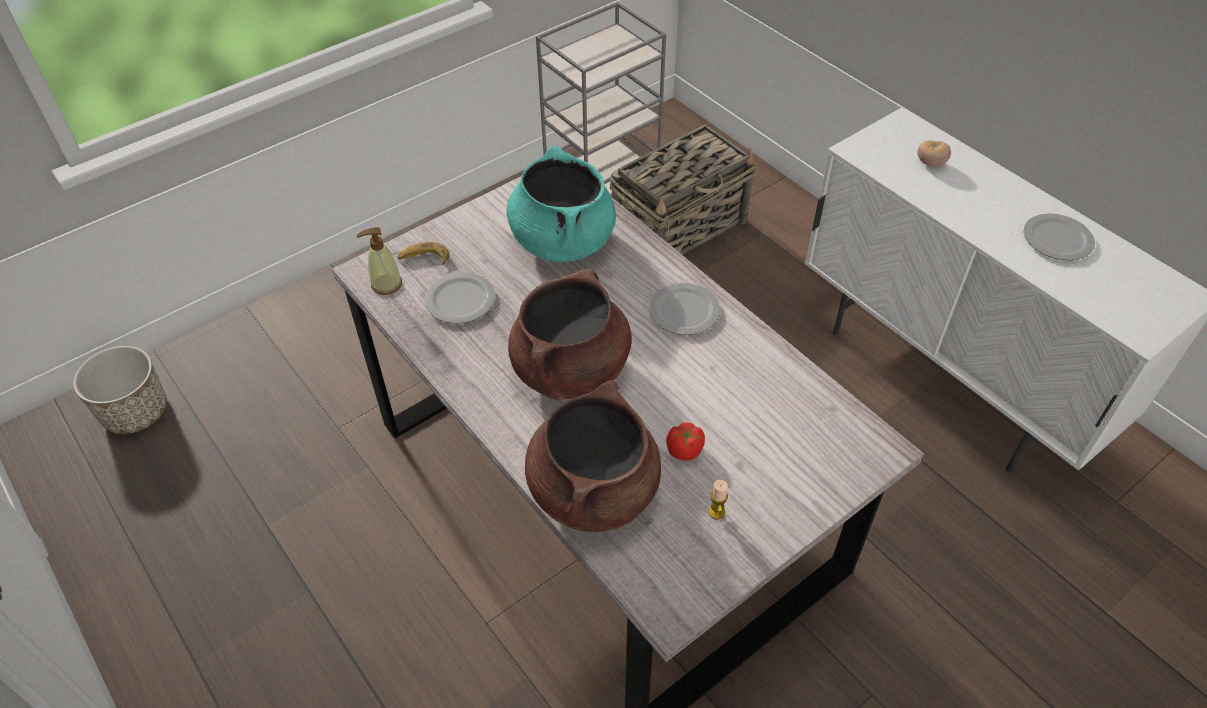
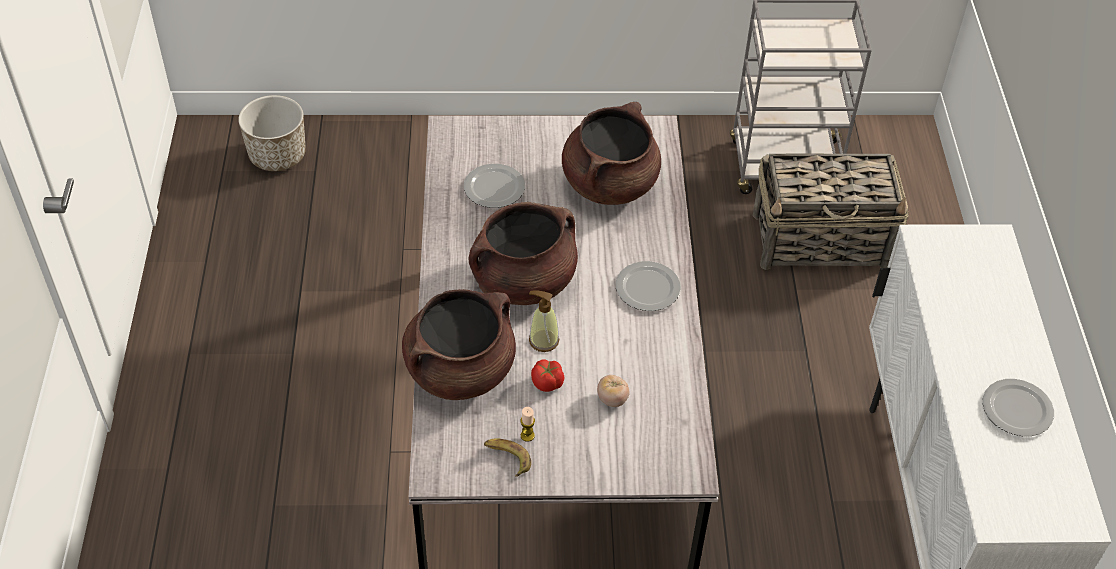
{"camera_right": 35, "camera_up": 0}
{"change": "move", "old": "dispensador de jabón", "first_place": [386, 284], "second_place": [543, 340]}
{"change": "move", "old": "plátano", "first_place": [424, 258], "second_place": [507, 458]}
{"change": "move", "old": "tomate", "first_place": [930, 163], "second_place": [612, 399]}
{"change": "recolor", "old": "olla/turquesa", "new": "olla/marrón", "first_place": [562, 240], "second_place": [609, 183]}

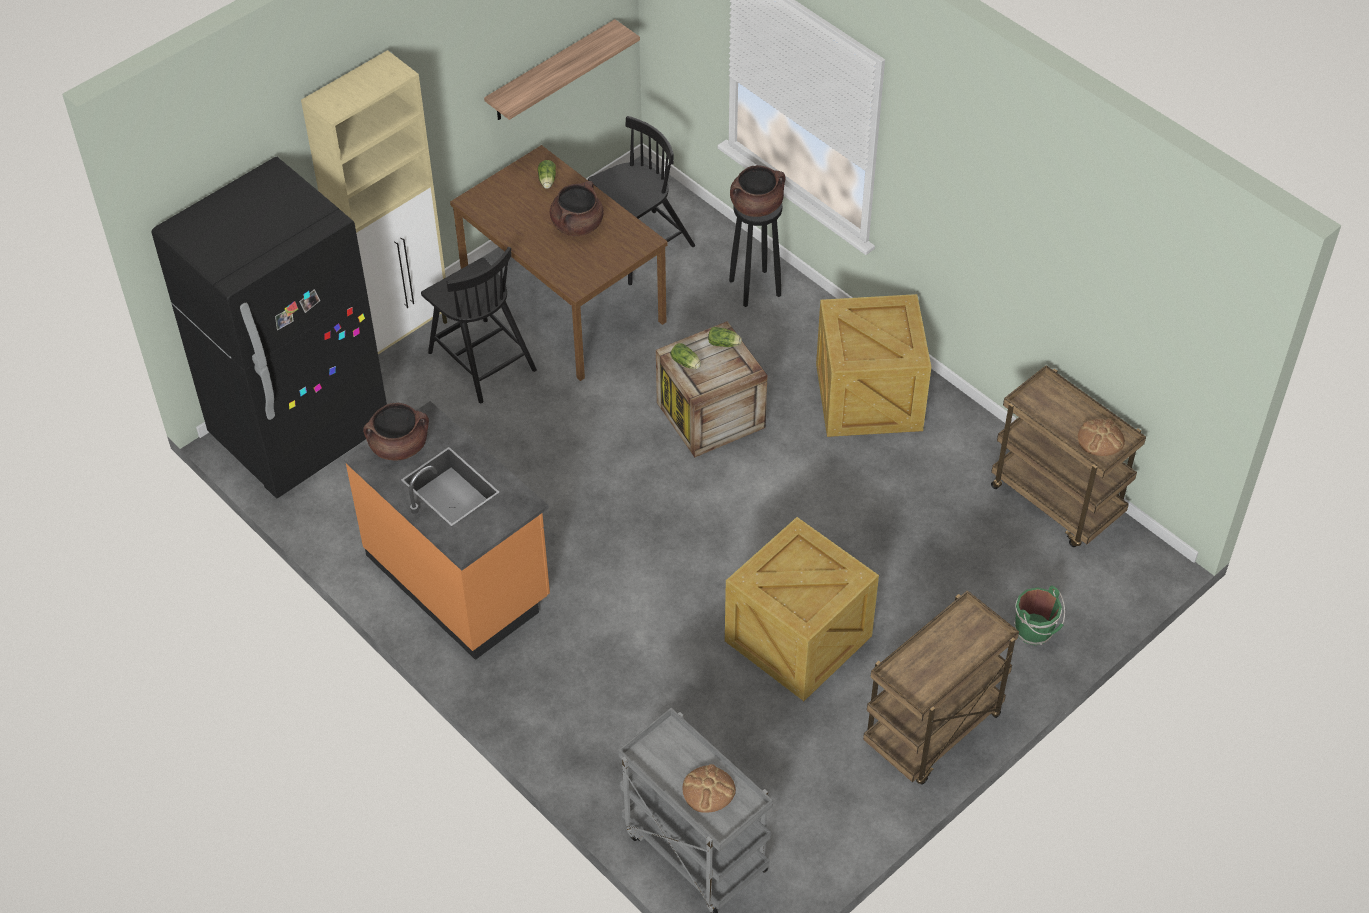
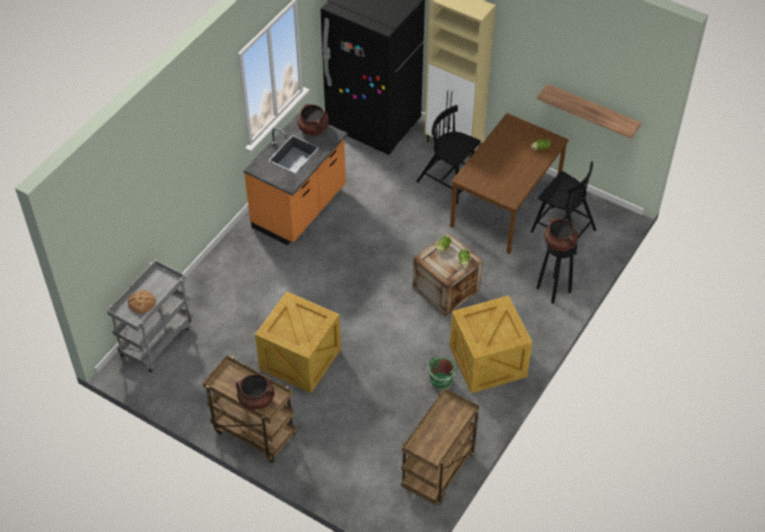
{"camera_right": 75, "camera_up": 0}
{"change": "delete", "old": "pan", "first_place": [1100, 439]}
{"change": "move", "old": "olla/marrón", "first_place": [577, 225], "second_place": [256, 399]}
{"change": "move", "old": "cubo/verde", "first_place": [1035, 631], "second_place": [440, 382]}
{"change": "rotate", "old": "silla/negro", "first_place": [481, 360], "second_place": [449, 181], "degrees": 90}

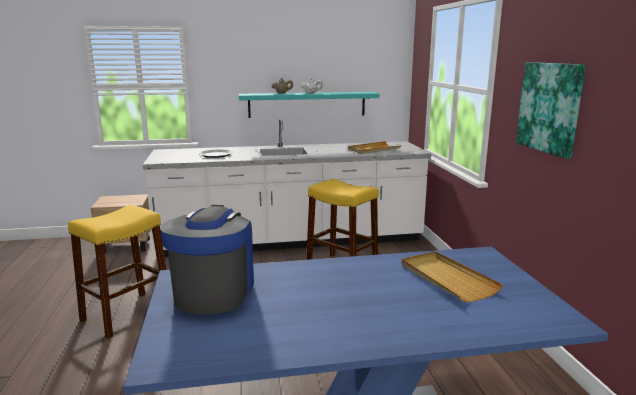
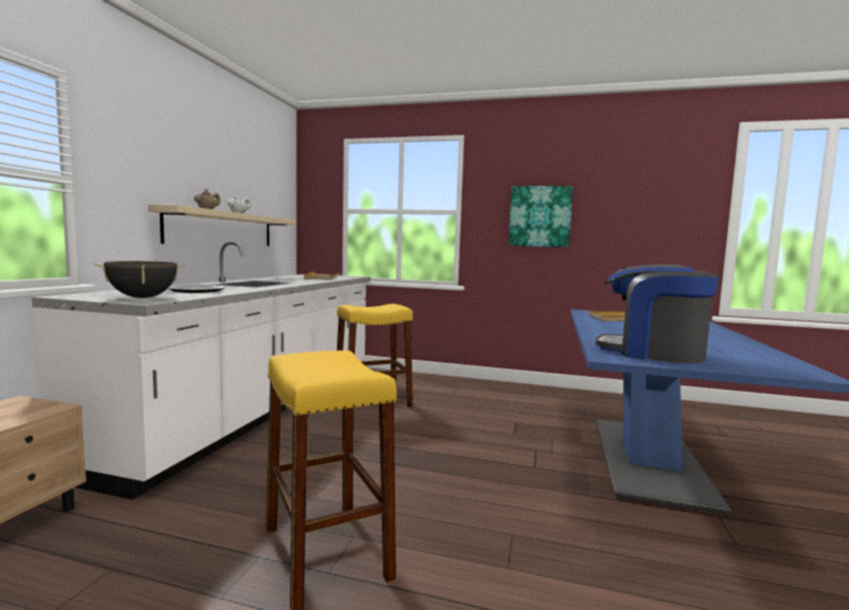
{"camera_right": -65, "camera_up": -10}
{"change": "insert", "new": "olla/negro", "second_place": [143, 297]}
{"change": "recolor", "old": "estante/turquesa", "new": "estante/beis", "first_place": [307, 104], "second_place": [222, 229]}

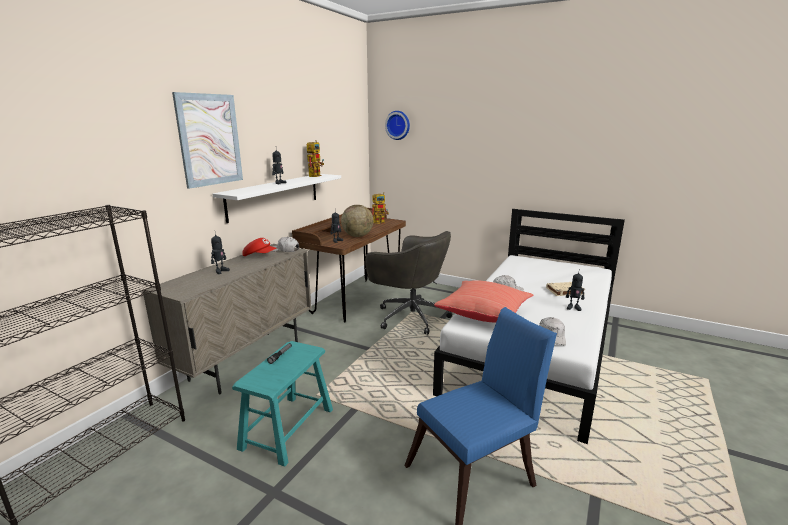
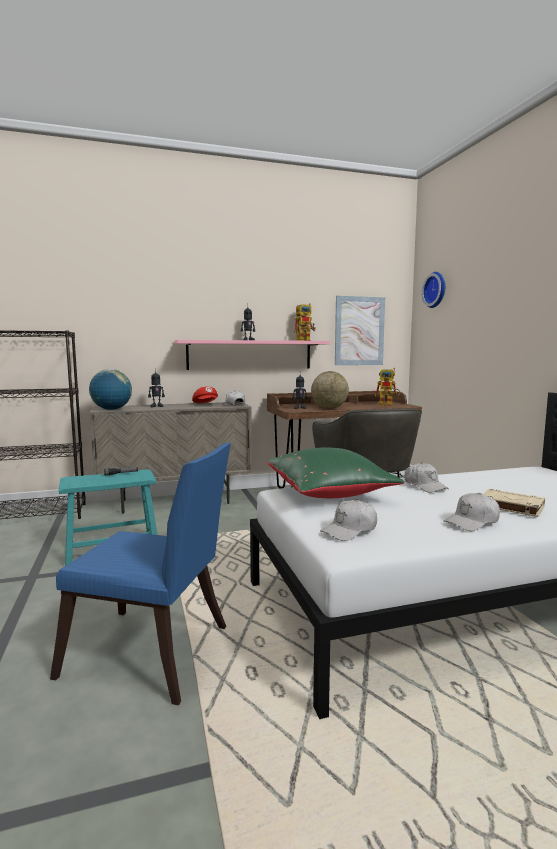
{"camera_right": 45, "camera_up": -10}
{"change": "insert", "new": "globo terráqueo", "second_place": [111, 409]}
{"change": "move", "old": "cuadro", "first_place": [210, 140], "second_place": [359, 331]}
{"change": "replace", "old": "robot de juguete", "new": "gorra/blanco", "first_place": [573, 308], "second_place": [472, 522]}
{"change": "recolor", "old": "estante/blanco", "new": "estante/rosa", "first_place": [274, 196], "second_place": [250, 355]}
{"change": "recolor", "old": "cojín/rojo", "new": "cojín/verde", "first_place": [484, 314], "second_place": [330, 494]}

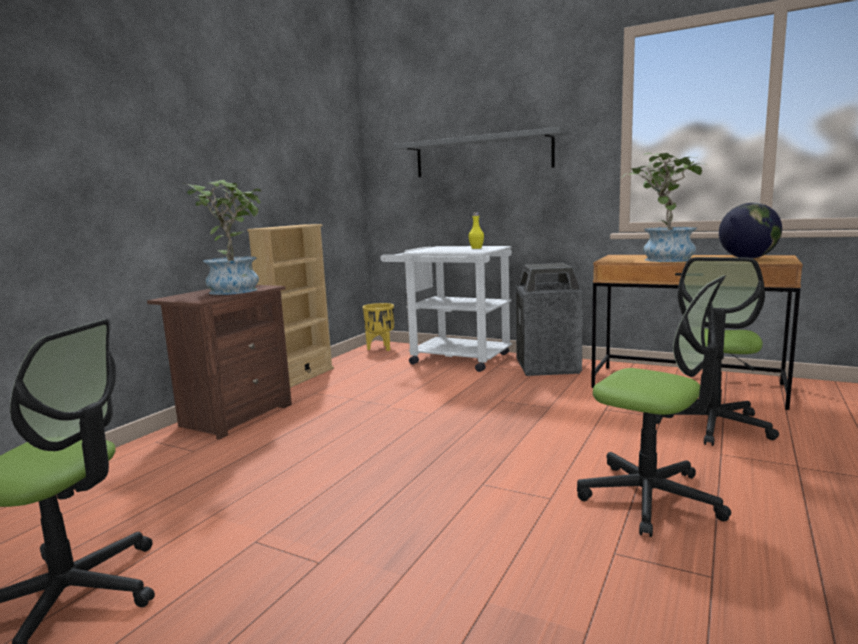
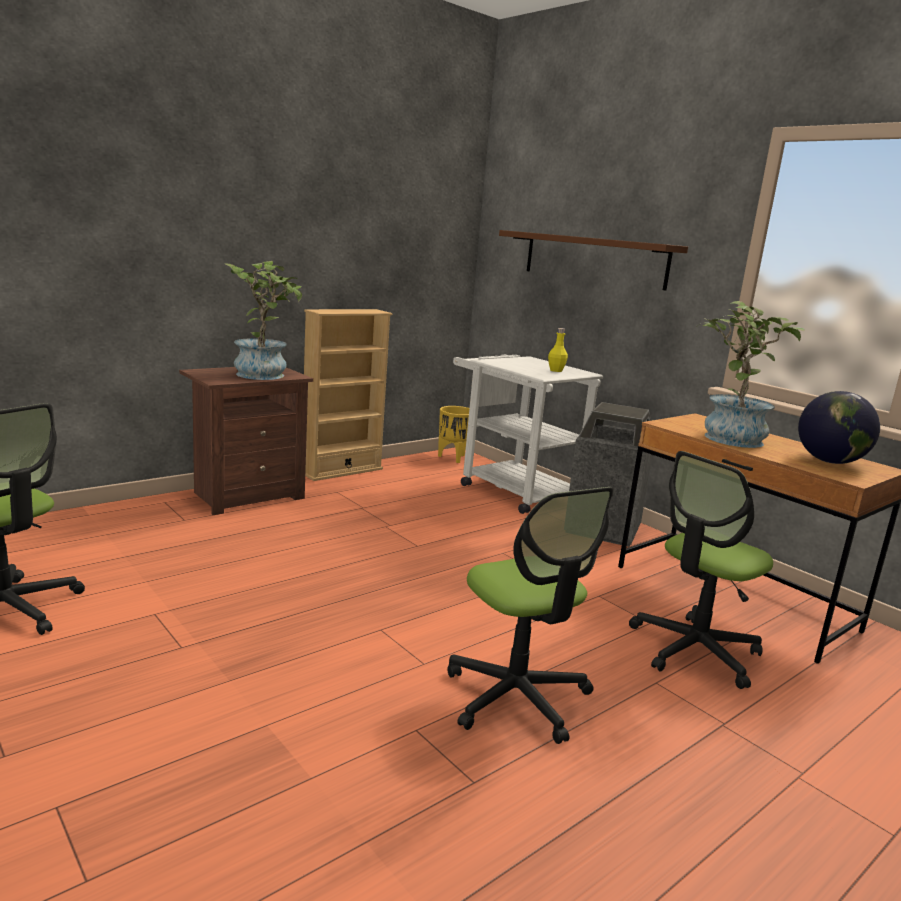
{"camera_right": 20, "camera_up": 5}
{"change": "recolor", "old": "estante/gris", "new": "estante/marrón", "first_place": [482, 155], "second_place": [593, 259]}

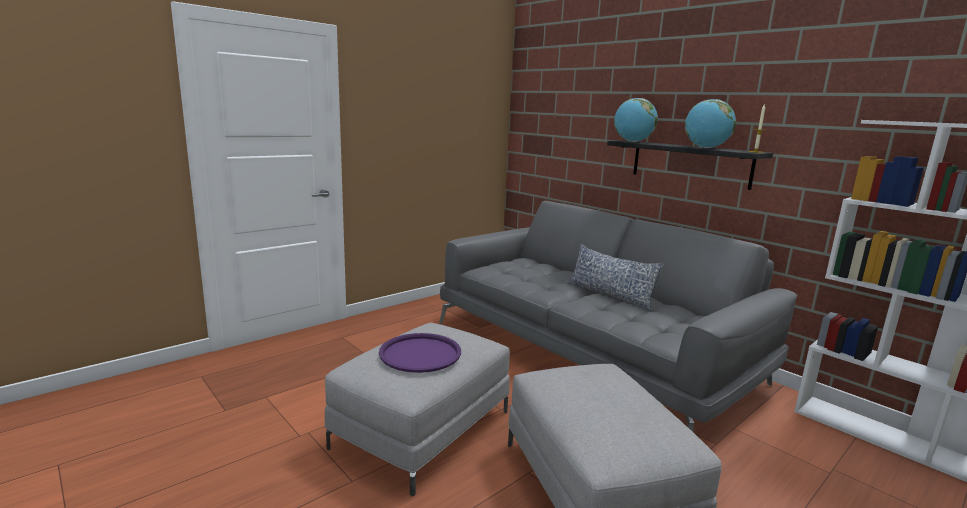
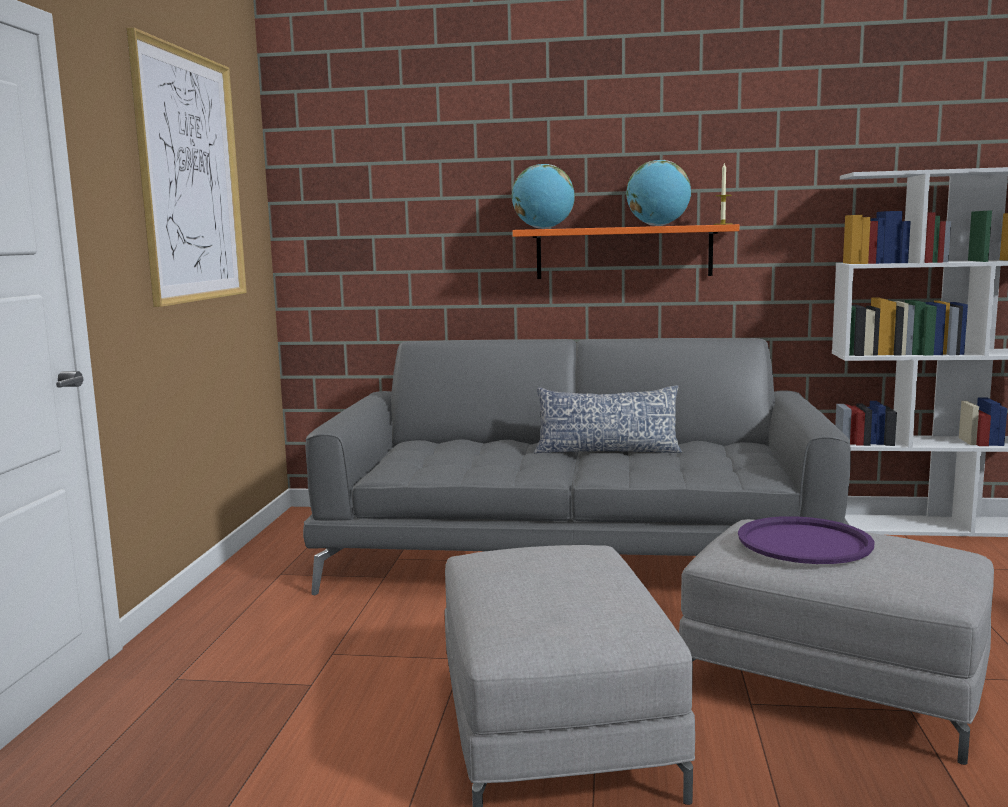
{"camera_right": -40, "camera_up": -5}
{"change": "insert", "new": "cuadro", "second_place": [191, 177]}
{"change": "move", "old": "bandeja/morado", "first_place": [420, 353], "second_place": [804, 542]}
{"change": "recolor", "old": "estante/negro", "new": "estante/naranja", "first_place": [690, 163], "second_place": [623, 252]}

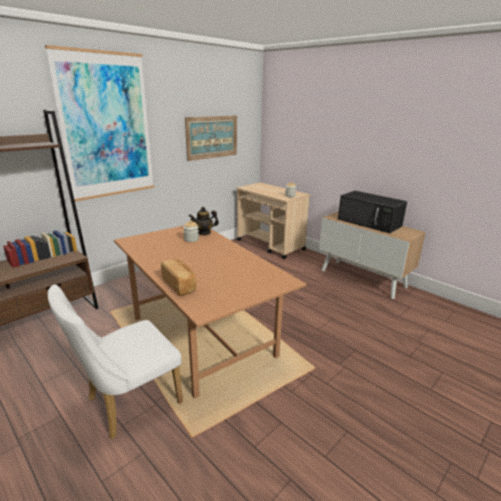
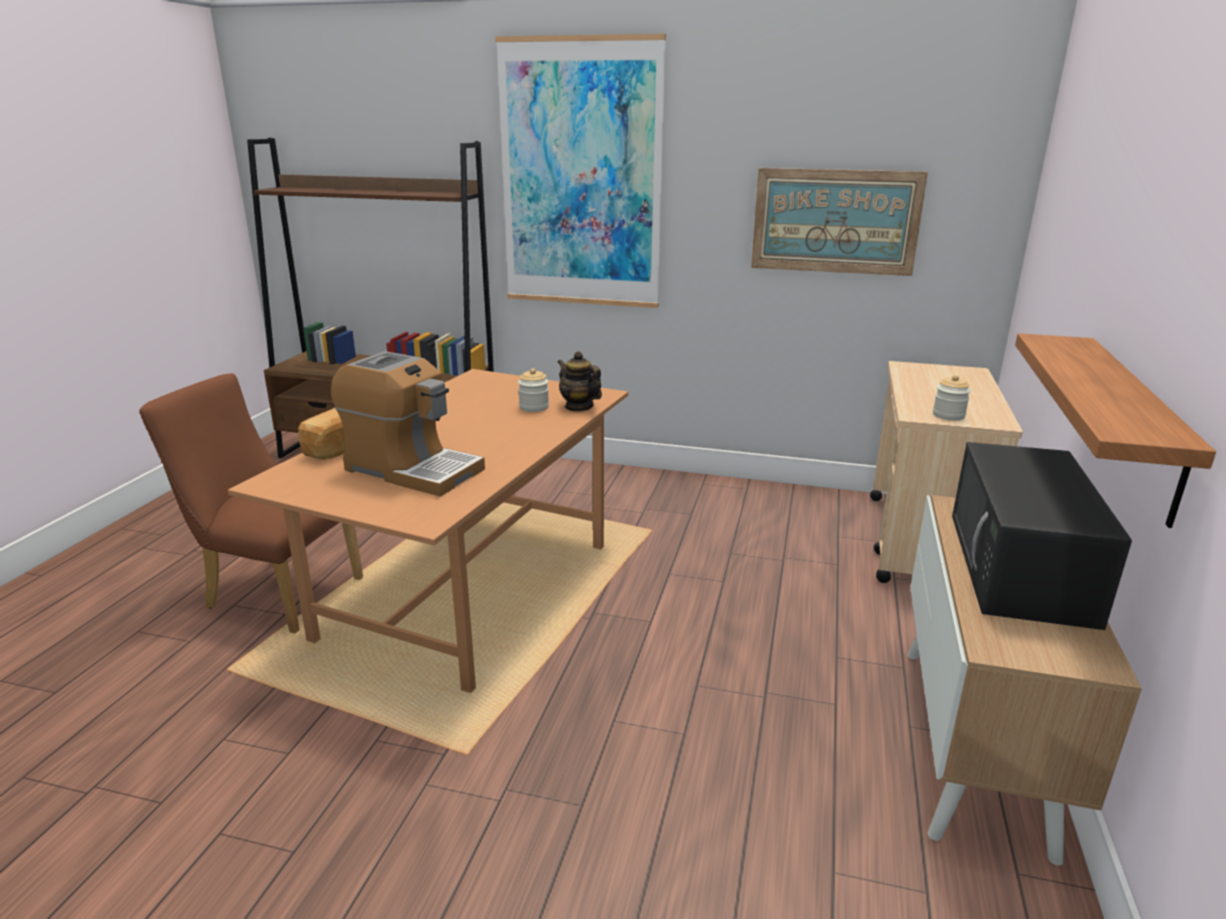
{"camera_right": 60, "camera_up": 0}
{"change": "insert", "new": "cafetera", "second_place": [412, 469]}
{"change": "insert", "new": "estante", "second_place": [1132, 424]}
{"change": "recolor", "old": "silla/blanco", "new": "silla/marrón", "first_place": [128, 403], "second_place": [276, 592]}

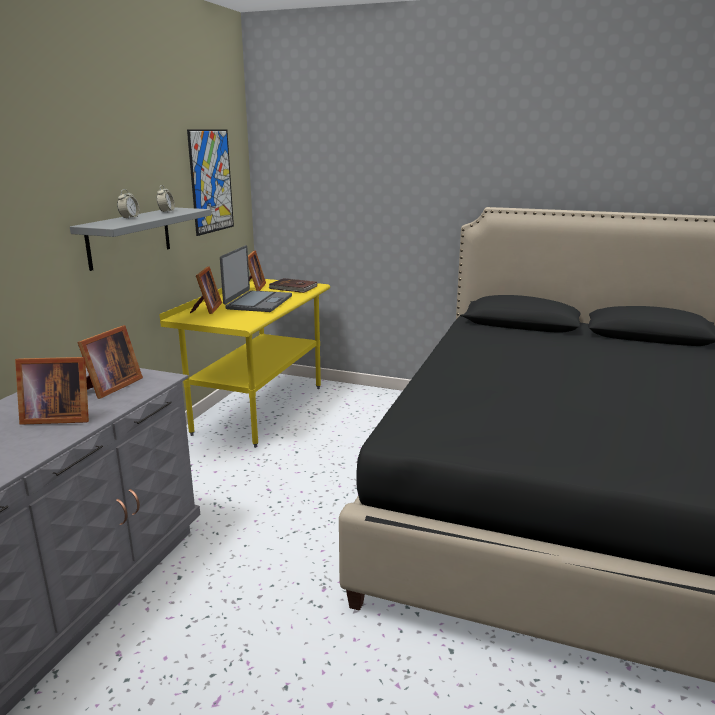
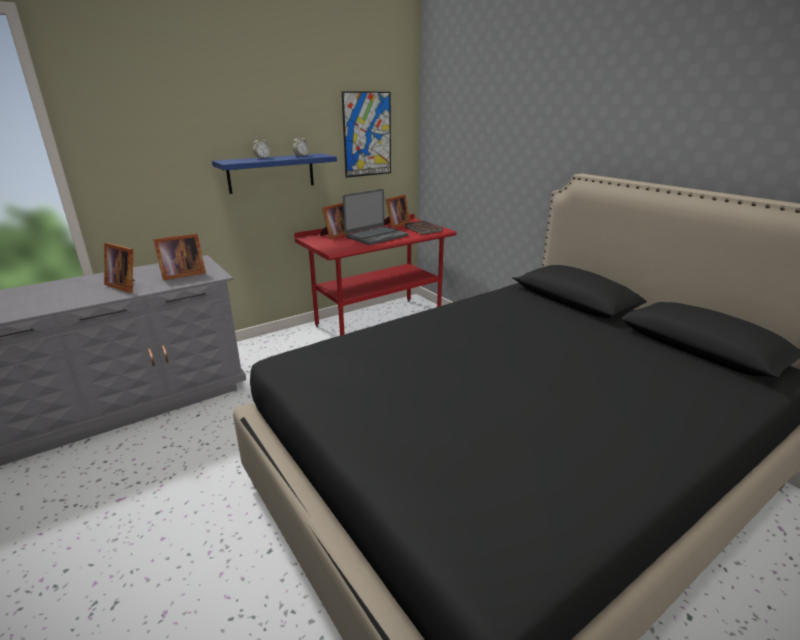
{"camera_right": 35, "camera_up": 5}
{"change": "recolor", "old": "estante/gris", "new": "estante/azul", "first_place": [129, 237], "second_place": [271, 173]}
{"change": "recolor", "old": "escritorio/amarillo", "new": "escritorio/rojo", "first_place": [259, 410], "second_place": [378, 321]}

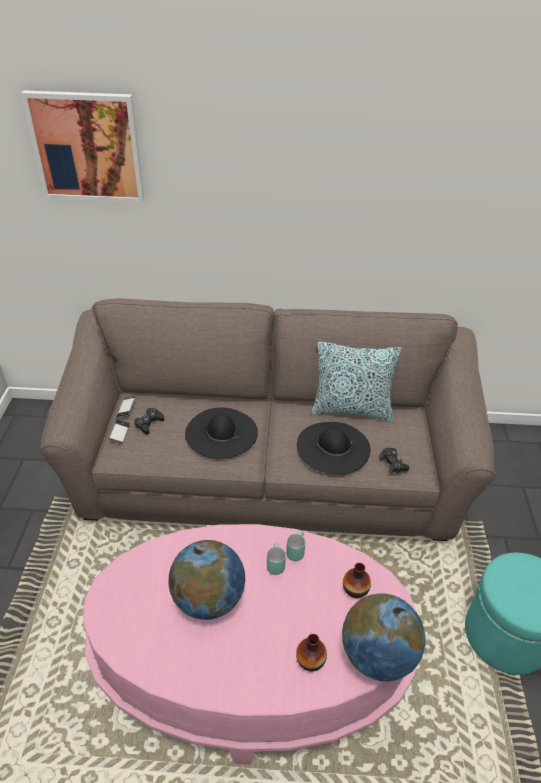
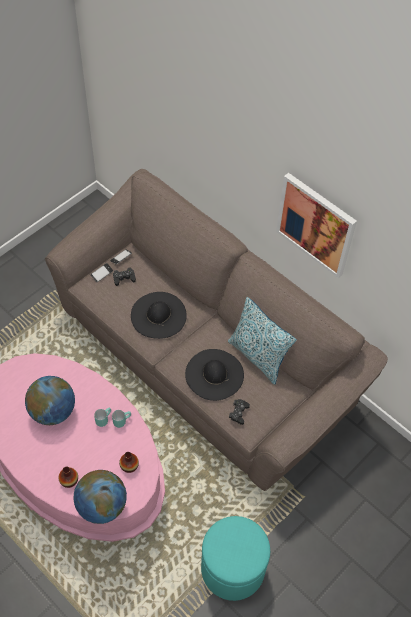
{"camera_right": 40, "camera_up": 15}
{"change": "move", "old": "cuadro", "first_place": [87, 147], "second_place": [316, 224]}

